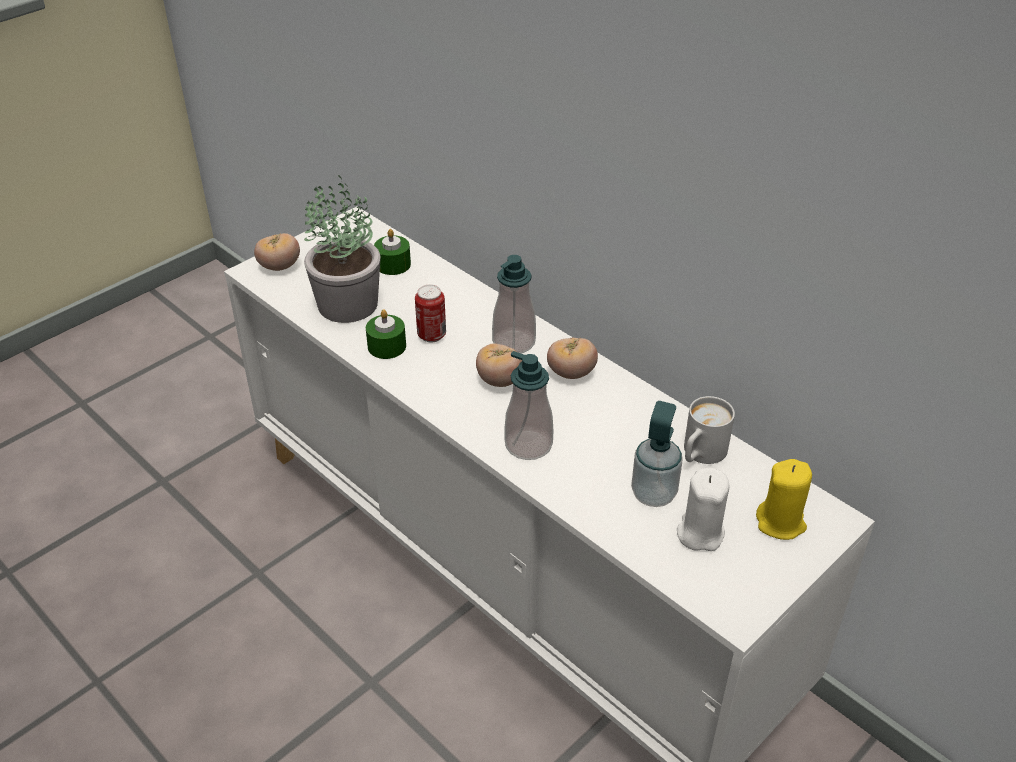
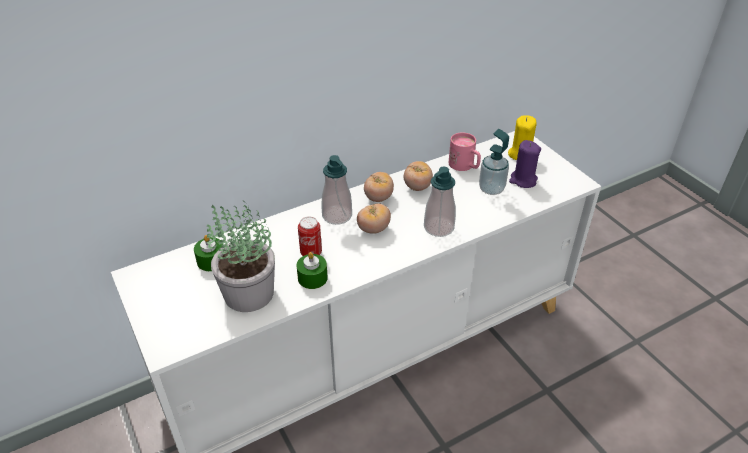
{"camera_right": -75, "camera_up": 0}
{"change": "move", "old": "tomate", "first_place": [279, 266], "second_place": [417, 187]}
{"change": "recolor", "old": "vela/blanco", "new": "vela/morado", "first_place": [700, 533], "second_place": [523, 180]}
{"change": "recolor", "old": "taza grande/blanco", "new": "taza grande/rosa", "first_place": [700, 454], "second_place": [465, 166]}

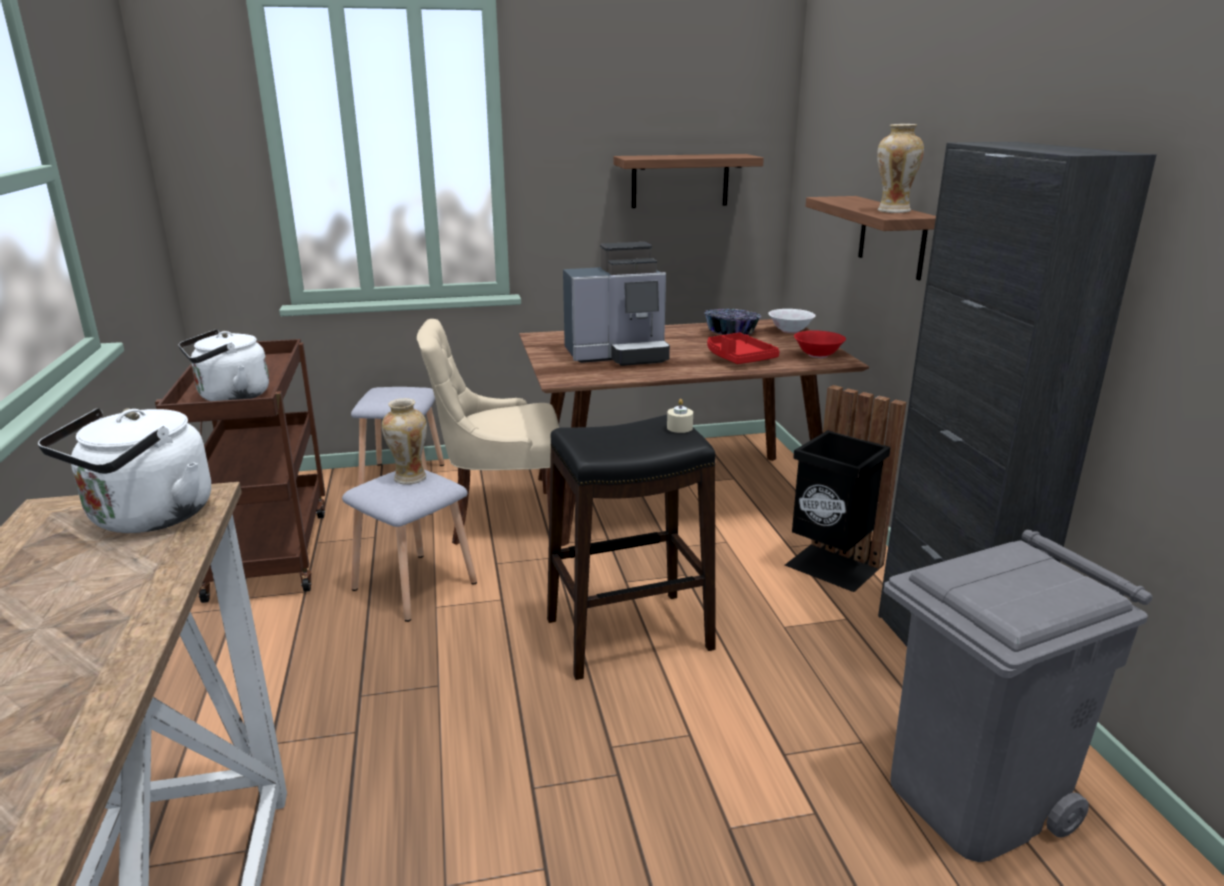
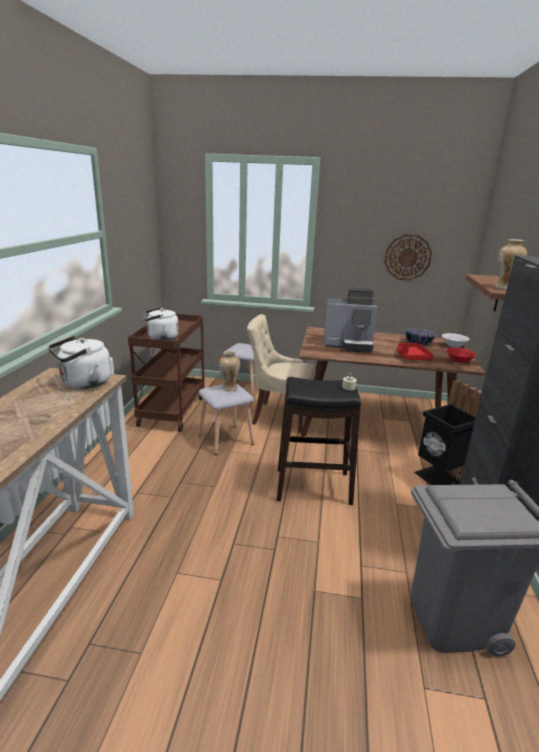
{"camera_right": 20, "camera_up": 0}
{"change": "replace", "old": "estante", "new": "reloj de pared", "first_place": [680, 181], "second_place": [407, 257]}

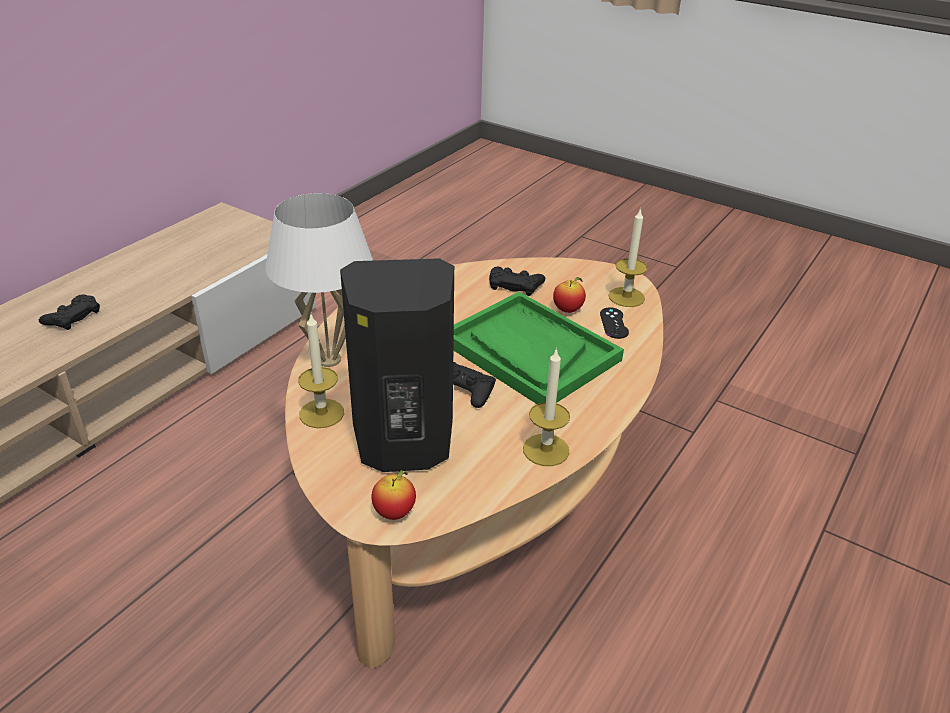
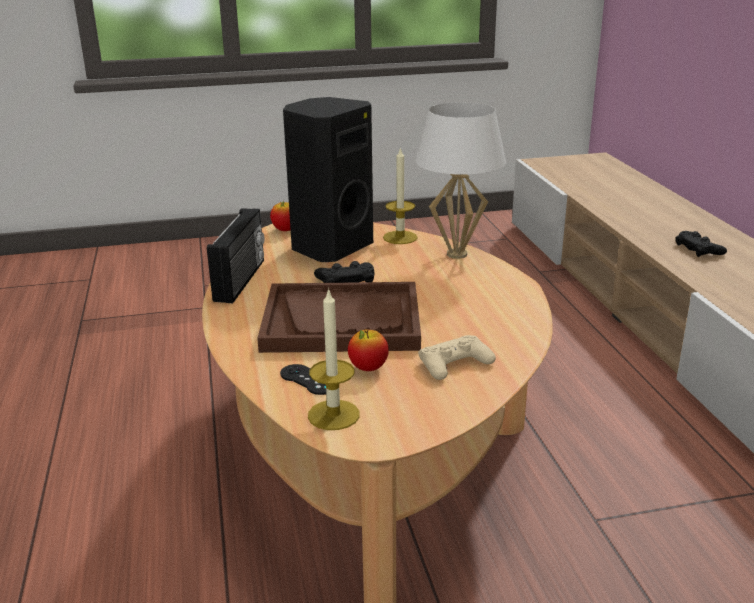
{"camera_right": 135, "camera_up": -10}
{"change": "replace", "old": "vela", "new": "radio", "first_place": [546, 450], "second_place": [242, 280]}
{"change": "recolor", "old": "bandeja/verde", "new": "bandeja/marrón", "first_place": [530, 351], "second_place": [342, 321]}
{"change": "recolor", "old": "mando de consola/negro", "new": "mando de consola/beis", "first_place": [515, 285], "second_place": [454, 364]}

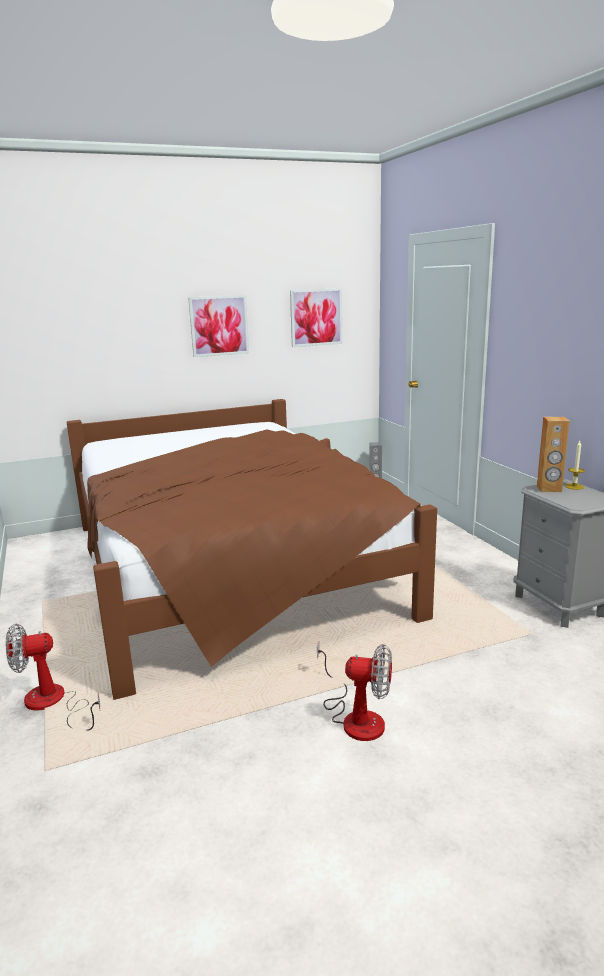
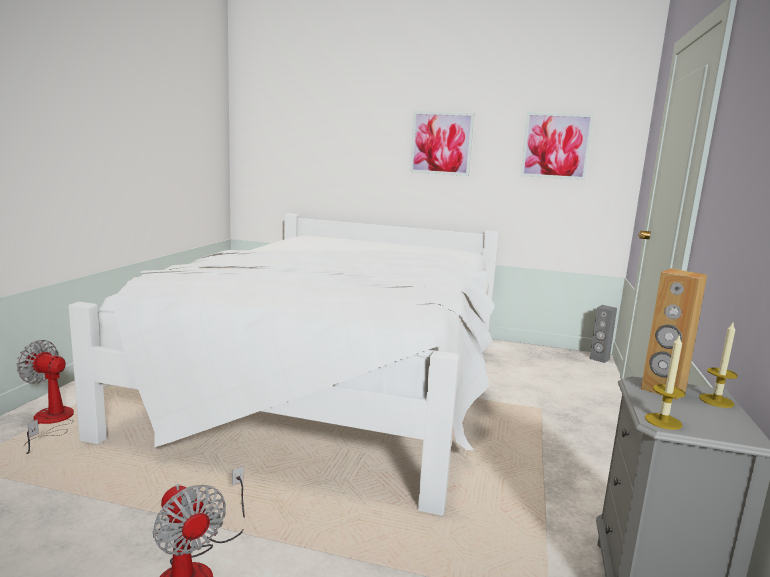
{"camera_right": 35, "camera_up": -5}
{"change": "insert", "new": "vela", "second_place": [663, 421]}
{"change": "recolor", "old": "cama/marrón", "new": "cama/blanco", "first_place": [230, 567], "second_place": [336, 379]}

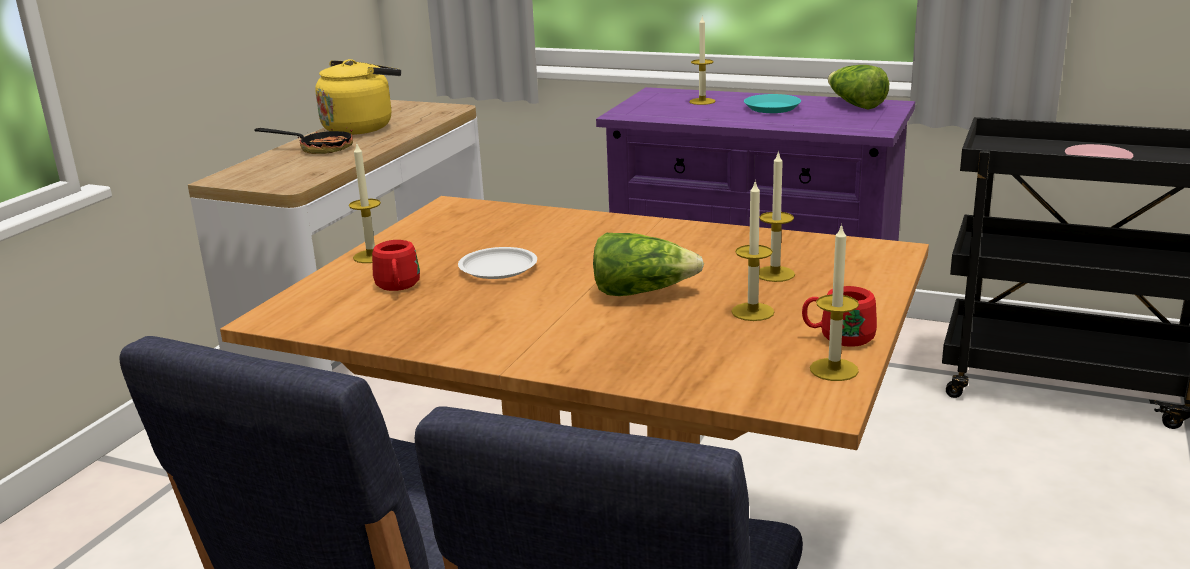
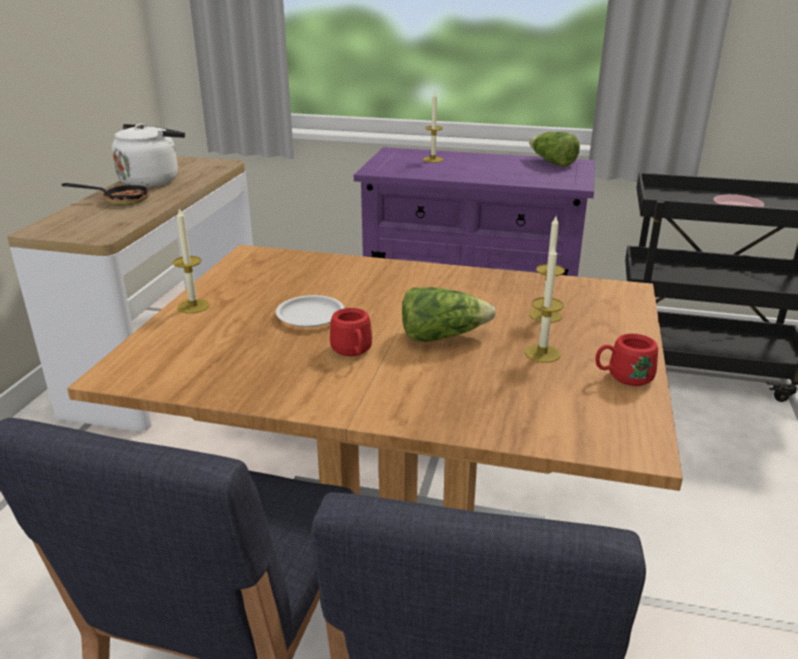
{"camera_right": -10, "camera_up": 5}
{"change": "delete", "old": "plato/turquesa", "first_place": [771, 108]}
{"change": "delete", "old": "vela", "first_place": [834, 369]}
{"change": "move", "old": "taza grande/rojo", "first_place": [397, 287], "second_place": [353, 352]}
{"change": "recolor", "old": "hervidor/amarillo", "new": "hervidor/blanco", "first_place": [361, 127], "second_place": [152, 180]}

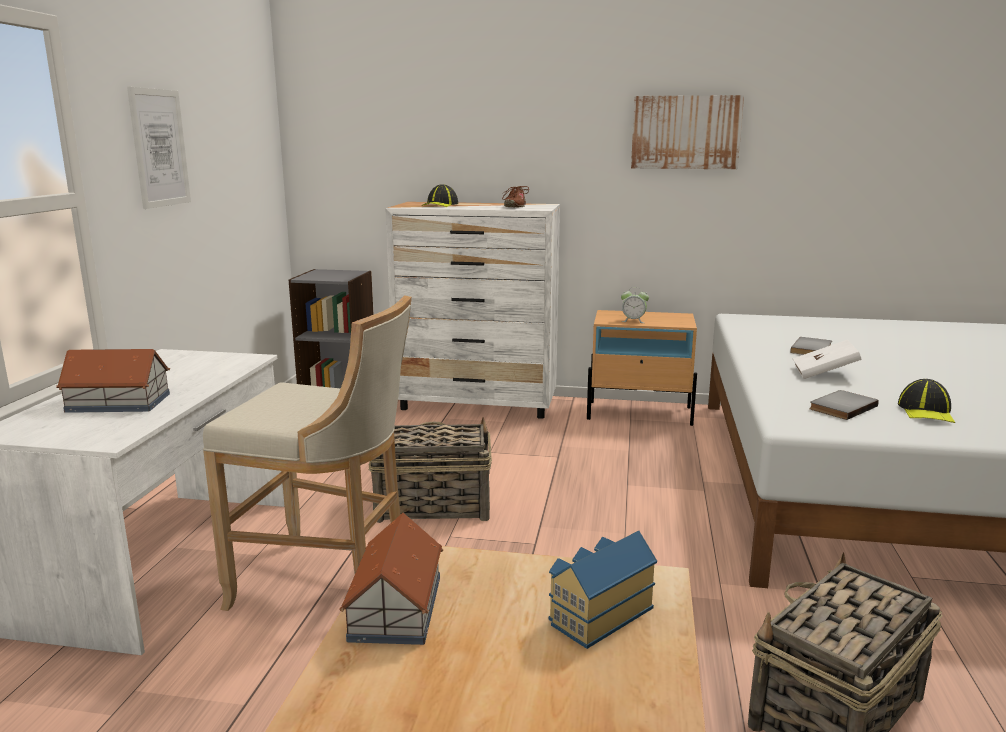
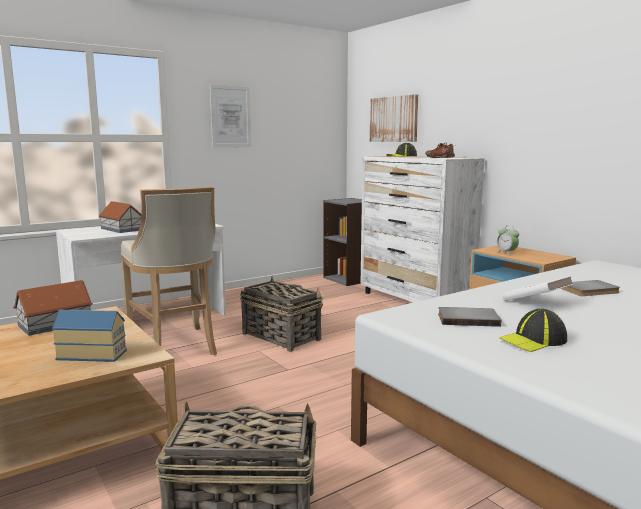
{"camera_right": 45, "camera_up": -5}
{"change": "move", "old": "cuadro", "first_place": [685, 132], "second_place": [394, 119]}

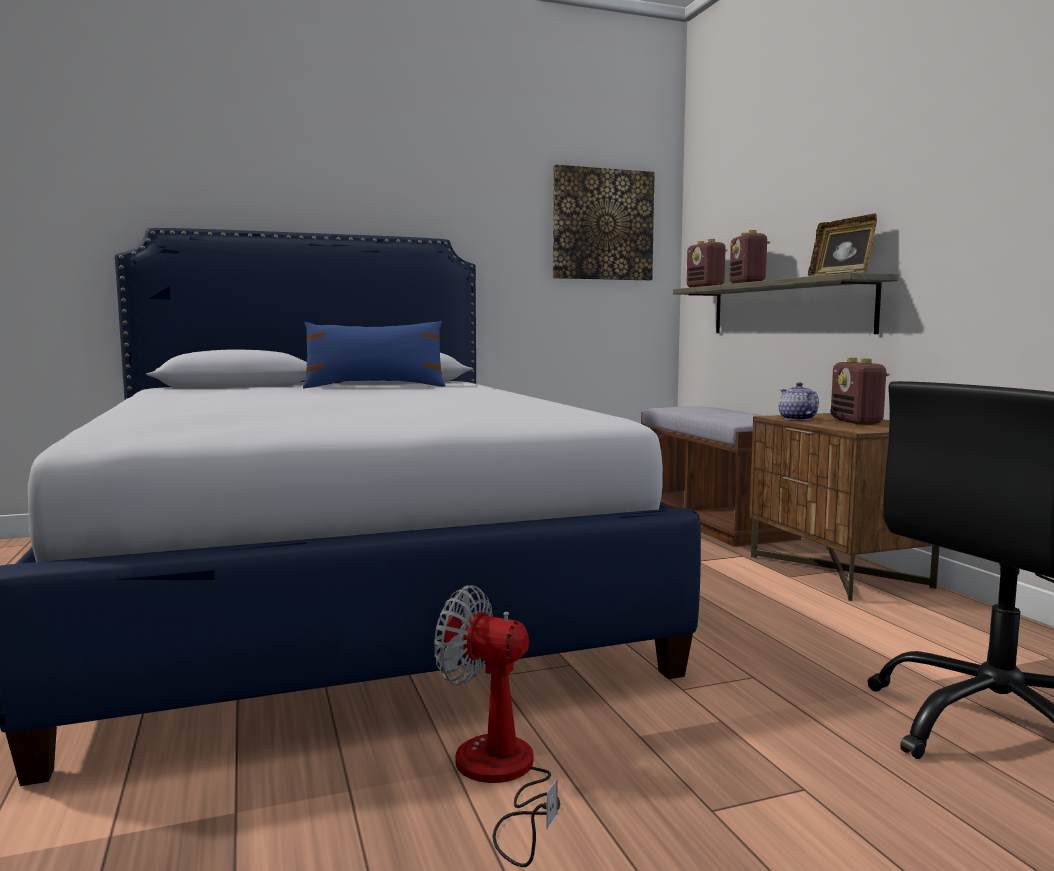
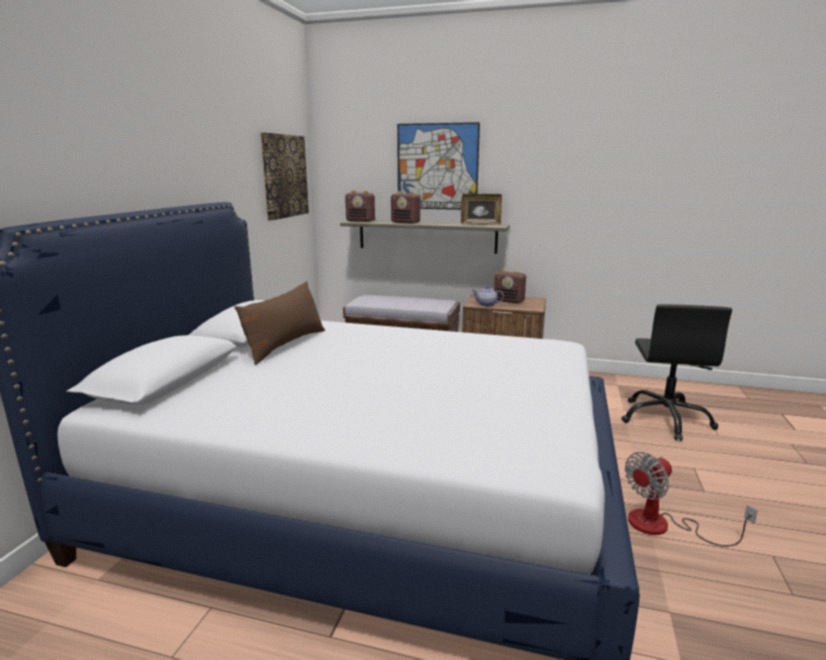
{"camera_right": -55, "camera_up": 10}
{"change": "insert", "new": "cuadro", "second_place": [437, 167]}
{"change": "recolor", "old": "cojín/azul", "new": "cojín/marrón", "first_place": [375, 386], "second_place": [285, 345]}

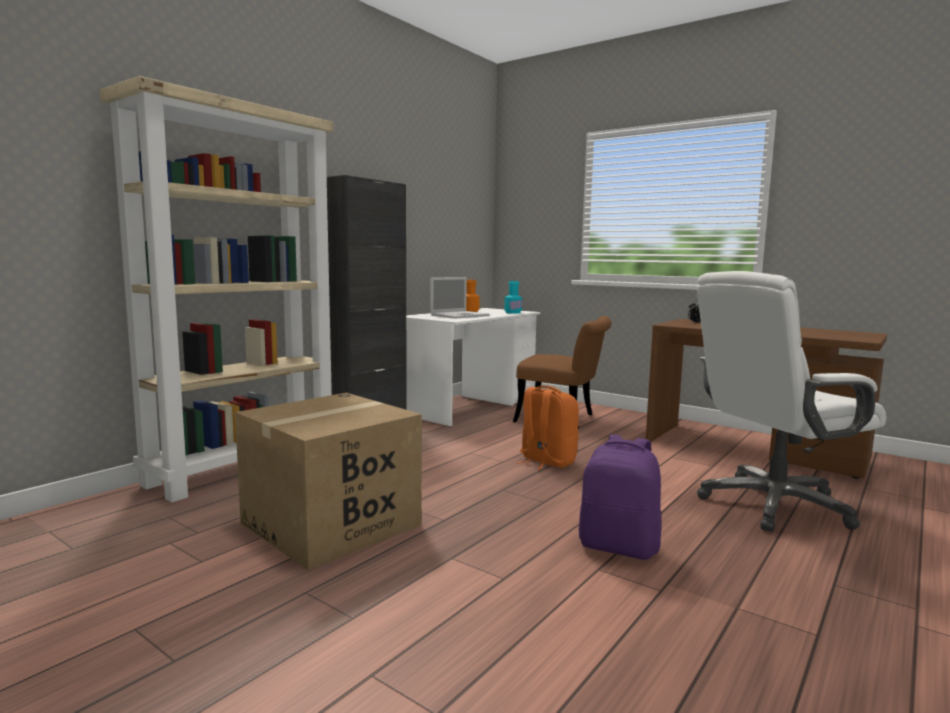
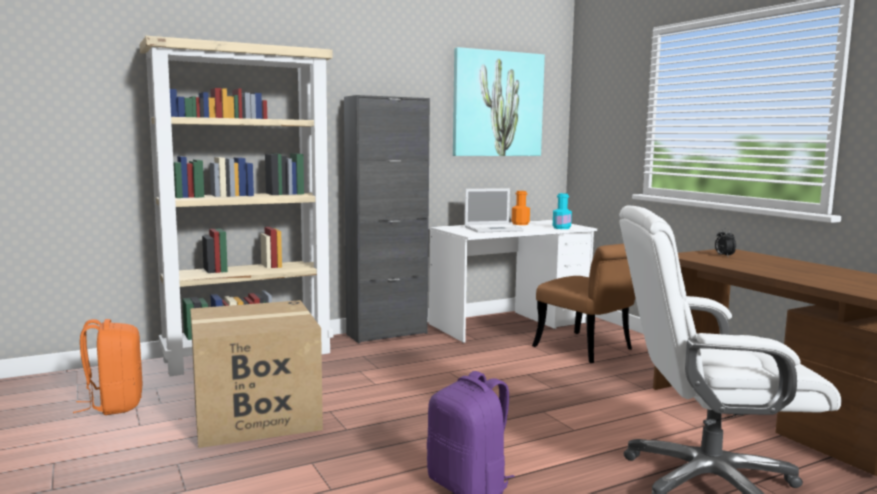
{"camera_right": 25, "camera_up": 0}
{"change": "insert", "new": "cuadro", "second_place": [497, 104]}
{"change": "move", "old": "mochila/naranja", "first_place": [546, 461], "second_place": [114, 405]}

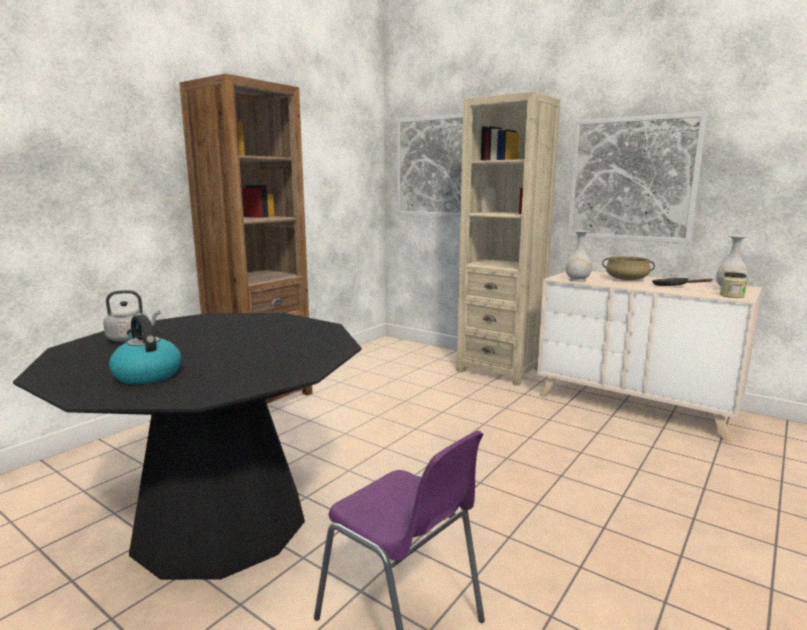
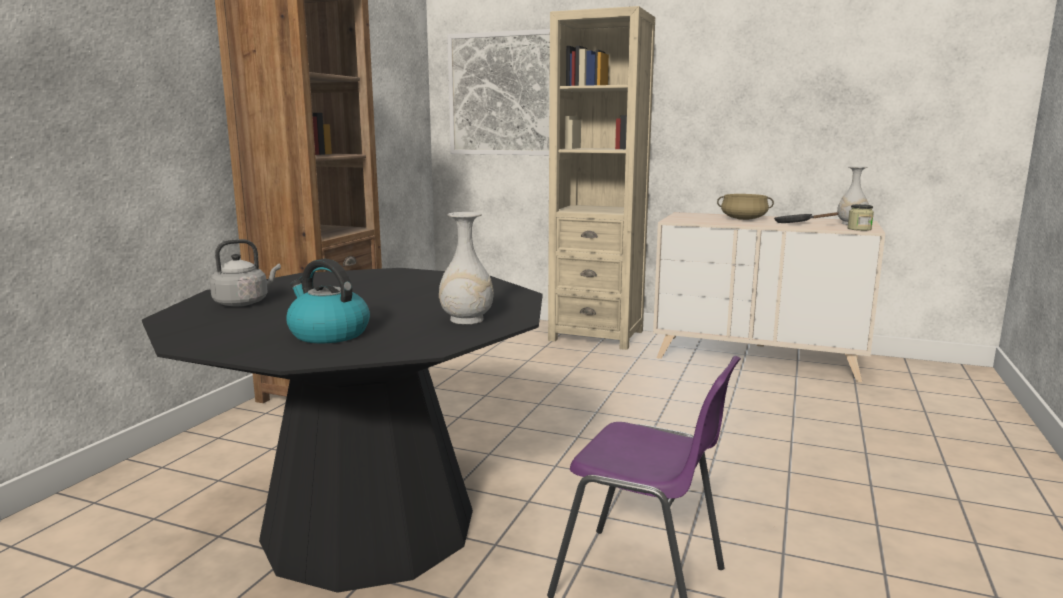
{"camera_right": -15, "camera_up": 0}
{"change": "delete", "old": "cuadro", "first_place": [632, 179]}
{"change": "move", "old": "florero/blanco", "first_place": [577, 280], "second_place": [466, 320]}

